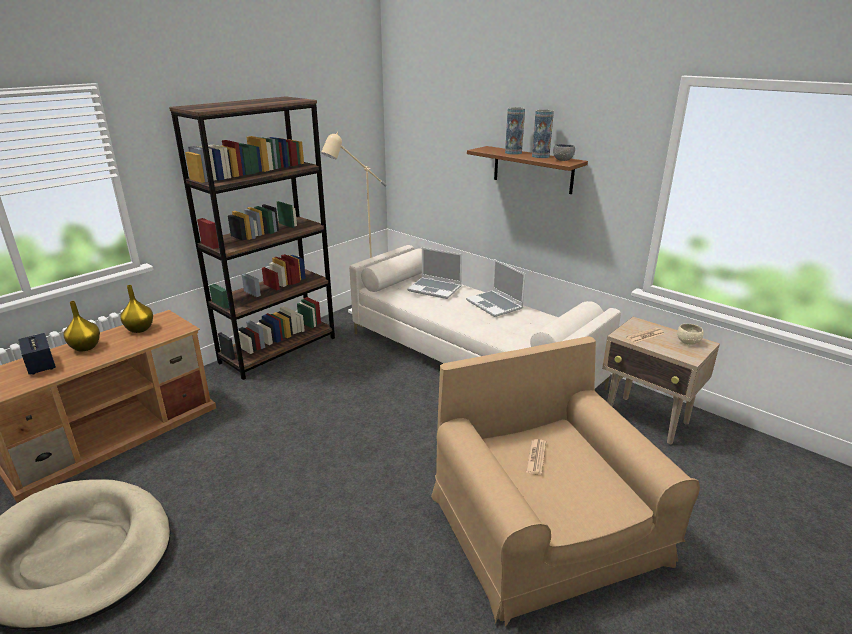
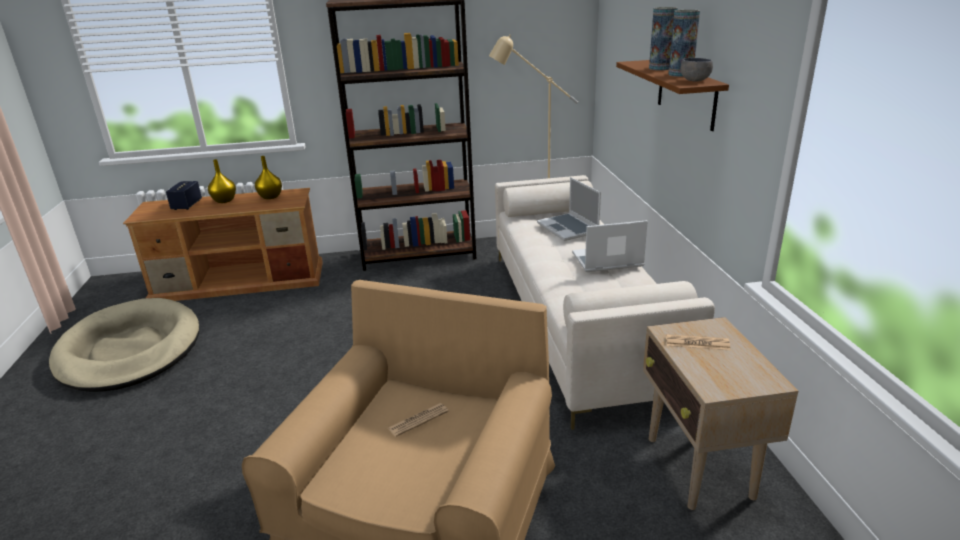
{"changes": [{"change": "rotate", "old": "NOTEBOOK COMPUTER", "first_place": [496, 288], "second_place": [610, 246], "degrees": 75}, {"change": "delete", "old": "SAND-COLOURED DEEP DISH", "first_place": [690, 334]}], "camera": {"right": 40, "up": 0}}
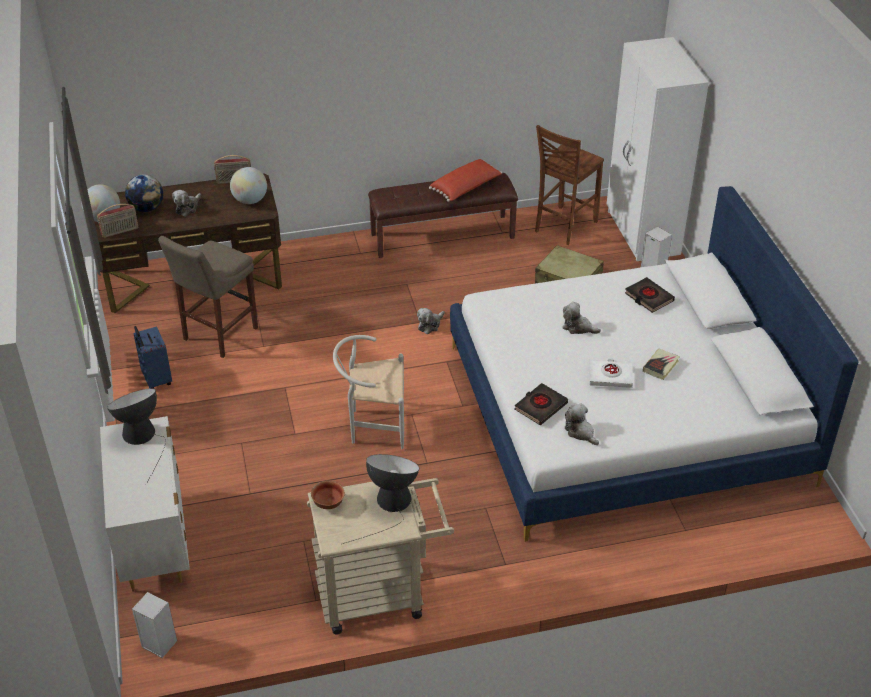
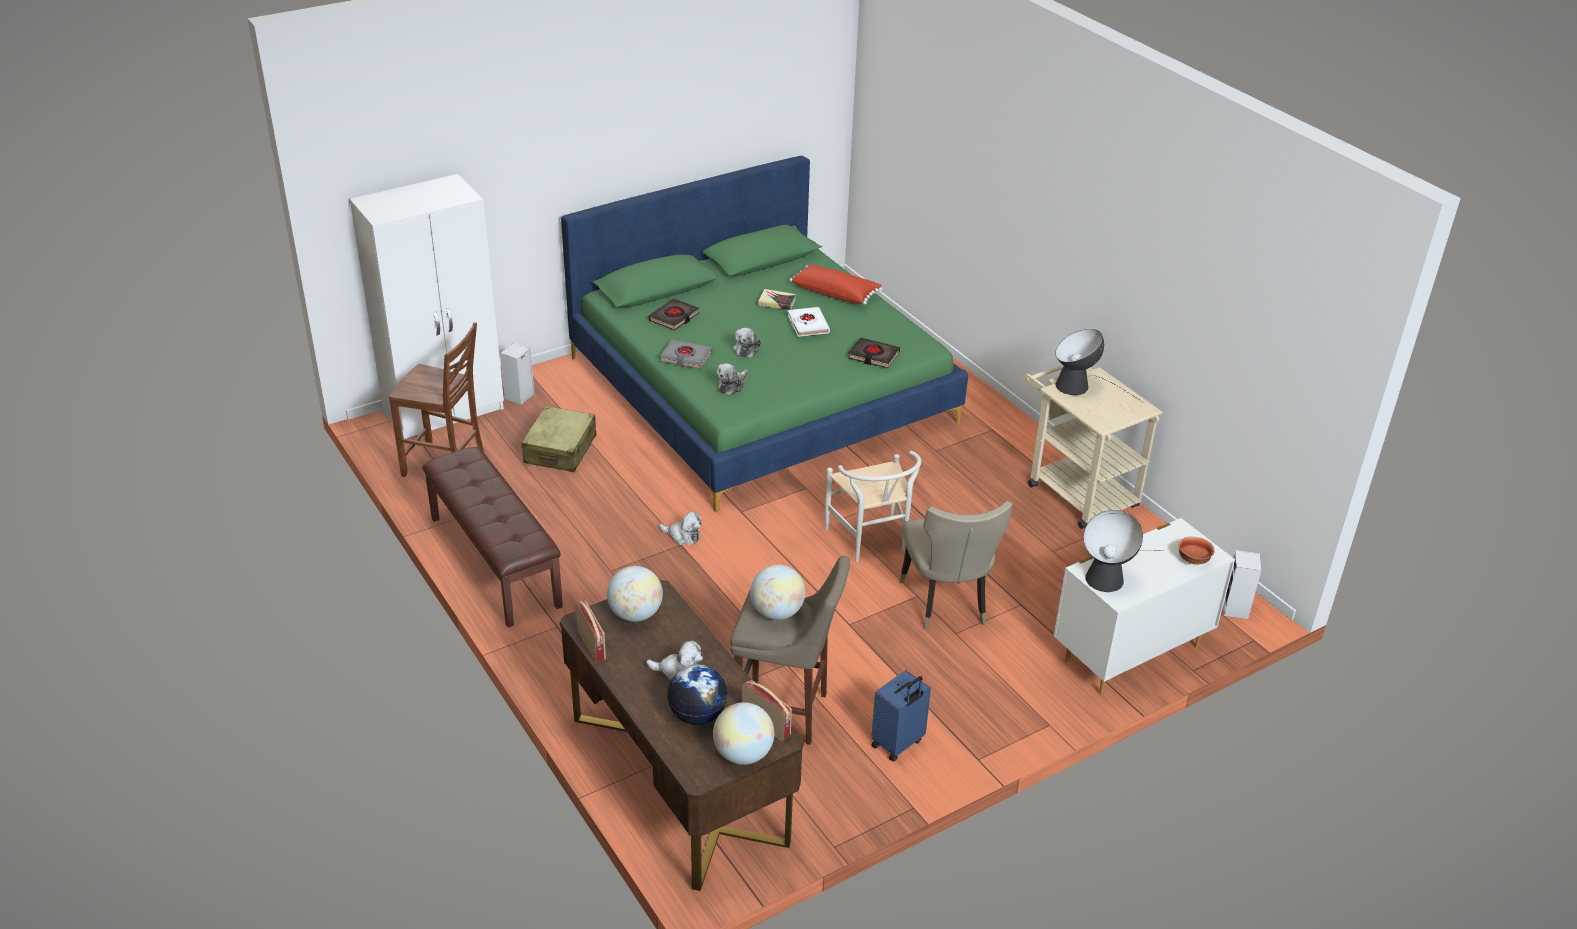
{"changes": [{"change": "move", "old": "DEEP DISH", "first_place": [328, 494], "second_place": [1196, 550]}, {"change": "move", "old": "RED-COLOURED THROW PILLOW", "first_place": [465, 180], "second_place": [835, 284]}, {"change": "recolor", "old": "WHITISH SLEEPING BED", "new": "GREENISH SLEEPING BED", "first_place": [654, 364], "second_place": [764, 334]}, {"change": "move", "old": "PLUSH TOY", "first_place": [582, 424], "second_place": [732, 379]}, {"change": "insert", "new": "GRAY BOUND BOOK", "second_place": [686, 354]}, {"change": "insert", "new": "WORLD GLOBE", "second_place": [777, 592]}, {"change": "insert", "new": "SAND-COLOURED PLAIN CHAIR", "second_place": [955, 565]}], "camera": {"right": -110, "up": -5}}
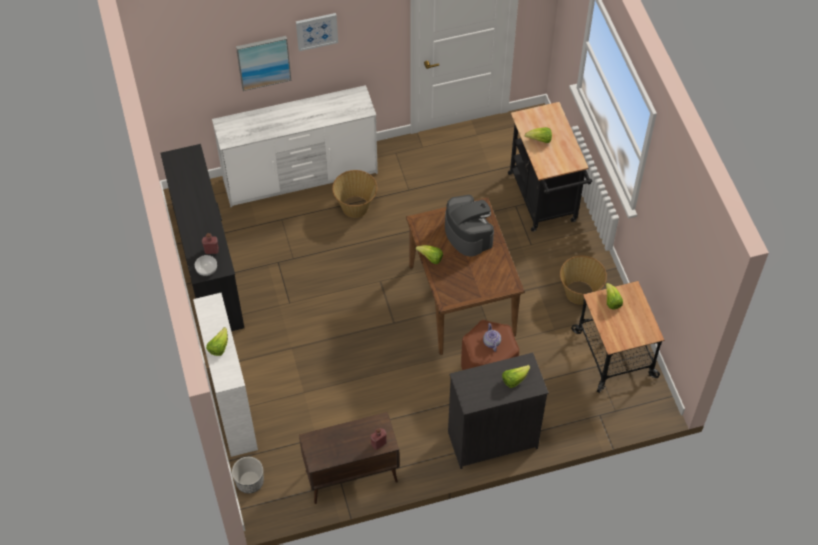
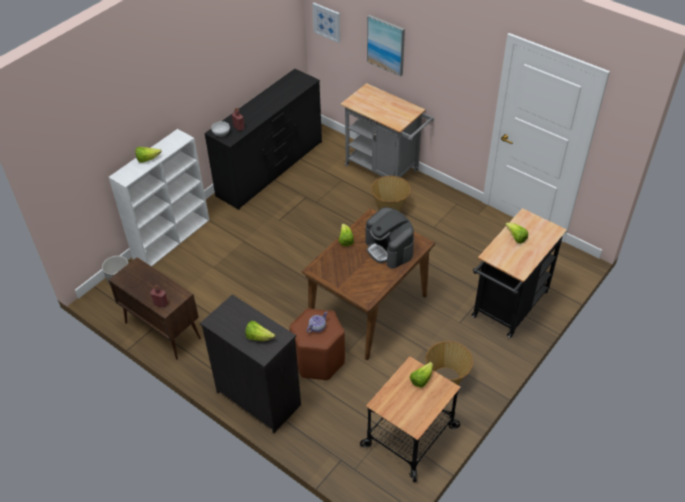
{"changes": [{"change": "replace", "old": "WHITISH DRAWER CHEST", "new": "GRAY WHEELED CART", "first_place": [295, 146], "second_place": [387, 130]}, {"change": "move", "old": "PICTURE", "first_place": [317, 32], "second_place": [326, 23]}, {"change": "rotate", "old": "COFFEE MACHINE", "first_place": [469, 225], "second_place": [389, 238], "degrees": 120}], "camera": {"right": 55, "up": -10}}
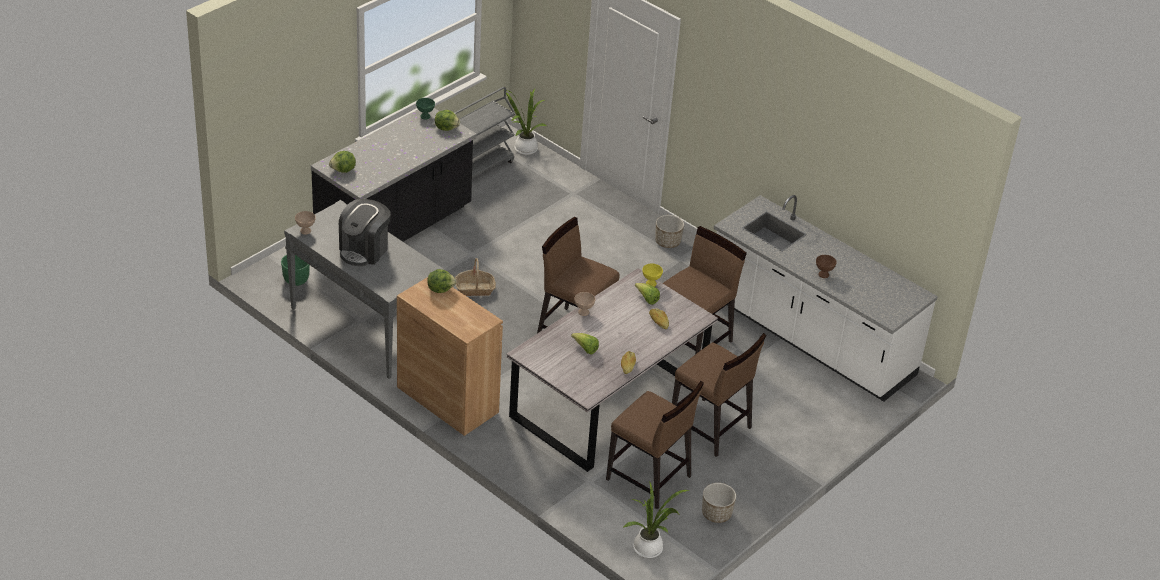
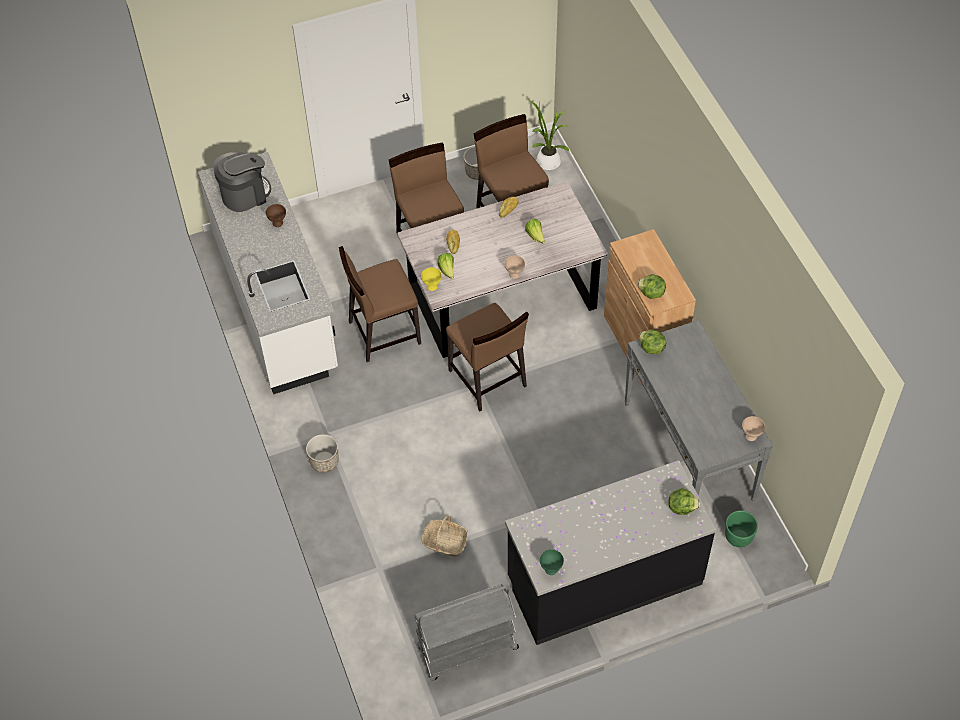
{"changes": [{"change": "move", "old": "COFFEE MACHINE", "first_place": [365, 232], "second_place": [242, 182]}, {"change": "move", "old": "HEAD OF LETTUCE", "first_place": [447, 120], "second_place": [652, 342]}, {"change": "move", "old": "BASKET", "first_place": [475, 277], "second_place": [444, 536]}, {"change": "delete", "old": "POTTED PLANT", "first_place": [526, 122]}], "camera": {"right": -150, "up": 15}}
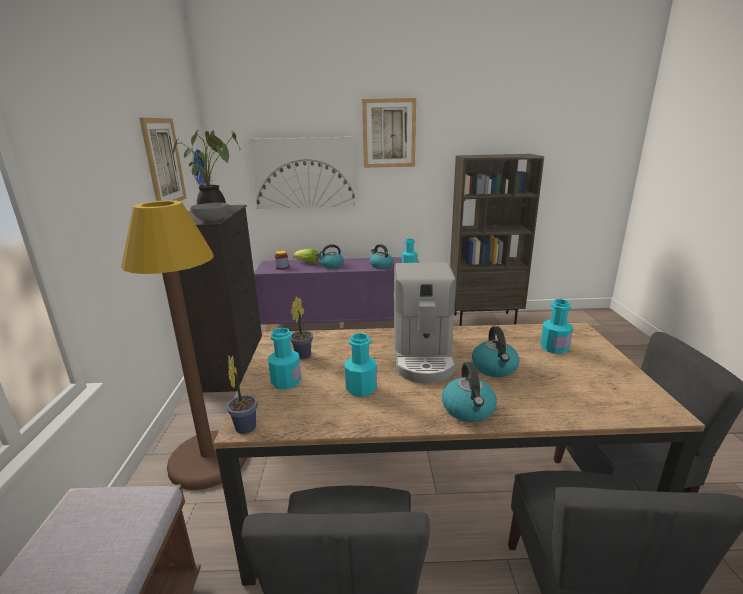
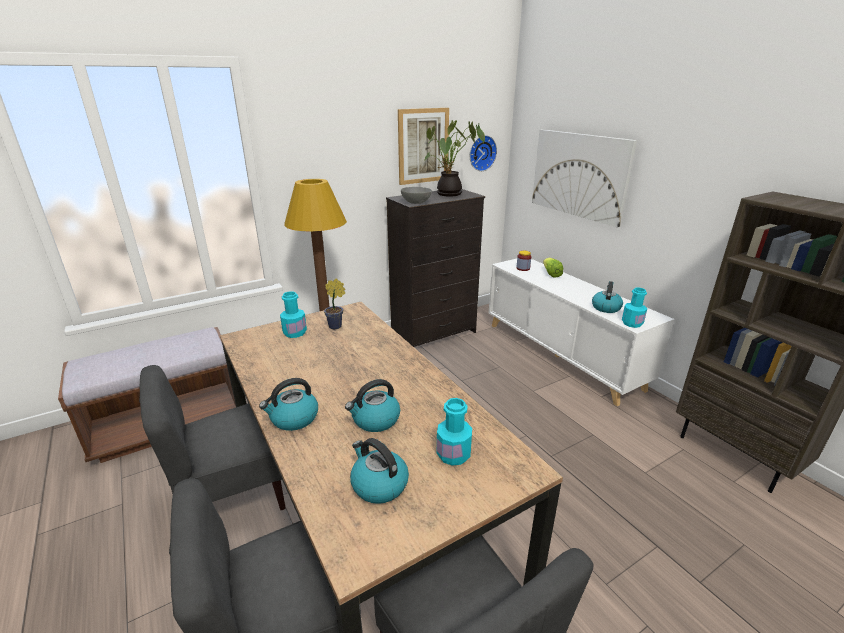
{"changes": [{"change": "delete", "old": "POTTED PLANT", "first_place": [242, 394]}, {"change": "recolor", "old": "PURPLE-COLOURED CUPBOARD", "new": "WHITISH CUPBOARD", "first_place": [336, 294], "second_place": [581, 332]}, {"change": "move", "old": "KETTLE", "first_place": [330, 256], "second_place": [379, 471]}, {"change": "delete", "old": "BLUE-GREEN DRINK BOTTLE", "first_place": [361, 365]}, {"change": "delete", "old": "PICTURE", "first_place": [389, 133]}, {"change": "delete", "old": "COFFEE MACHINE", "first_place": [425, 323]}], "camera": {"right": 60, "up": 5}}
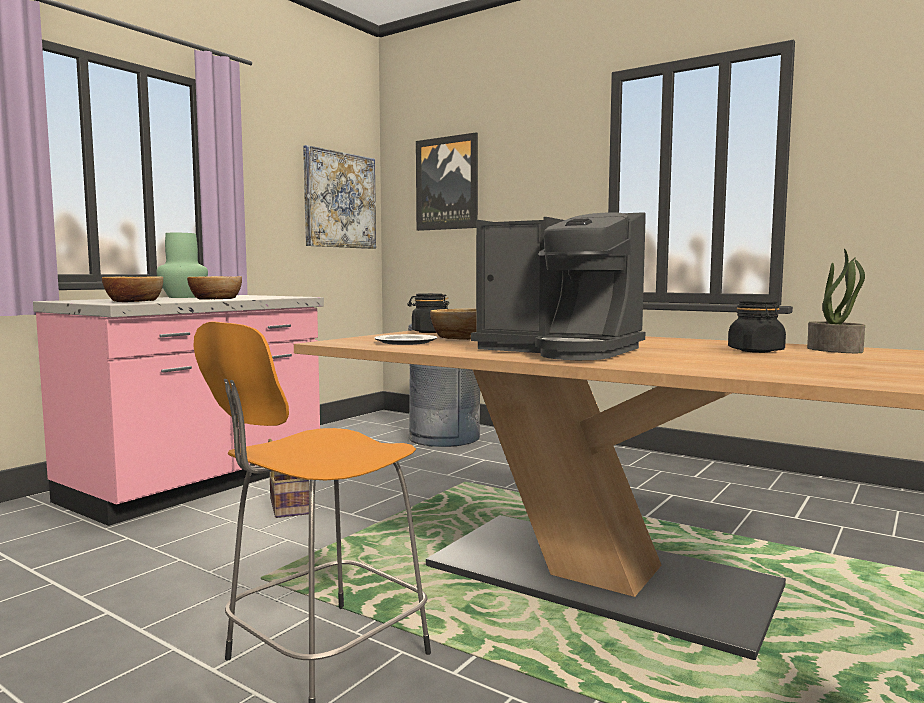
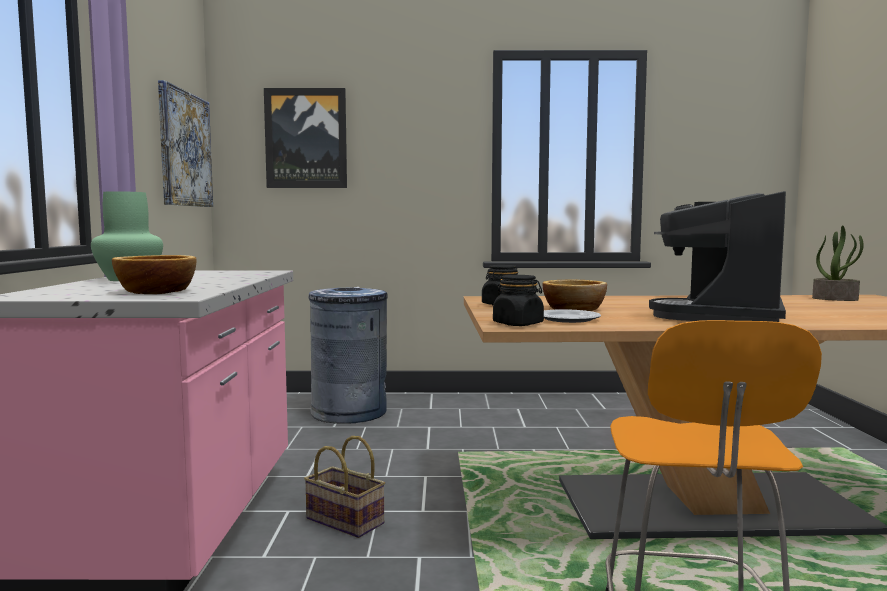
{"changes": [{"change": "delete", "old": "DEEP DISH", "first_place": [214, 288]}, {"change": "rotate", "old": "COFFEE MACHINE", "first_place": [558, 286], "second_place": [717, 256], "degrees": 120}, {"change": "move", "old": "BLACK-COLOURED PRESERVE JAR", "first_place": [757, 326], "second_place": [518, 300]}], "camera": {"right": -35, "up": 0}}
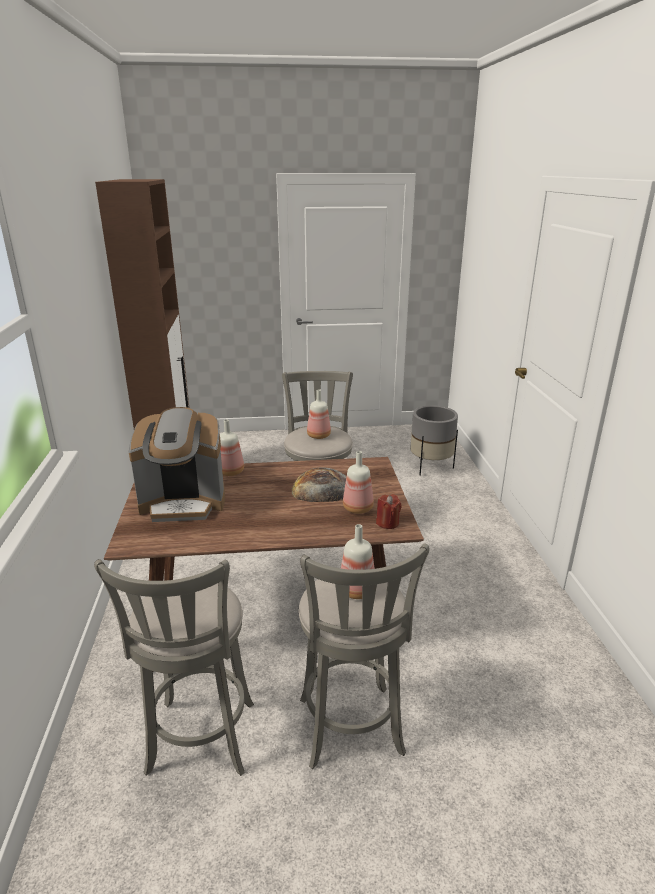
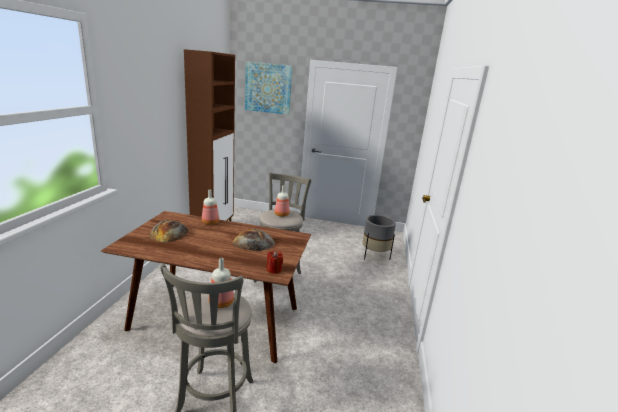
{"changes": [{"change": "delete", "old": "GRAY STOOL", "first_place": [174, 667]}, {"change": "replace", "old": "COFFEE MACHINE", "new": "BAKERY BREAD", "first_place": [177, 464], "second_place": [169, 231]}, {"change": "delete", "old": "DRINK BOTTLE", "first_place": [358, 482]}, {"change": "insert", "new": "PICTURE", "second_place": [268, 88]}], "camera": {"right": 15, "up": -5}}
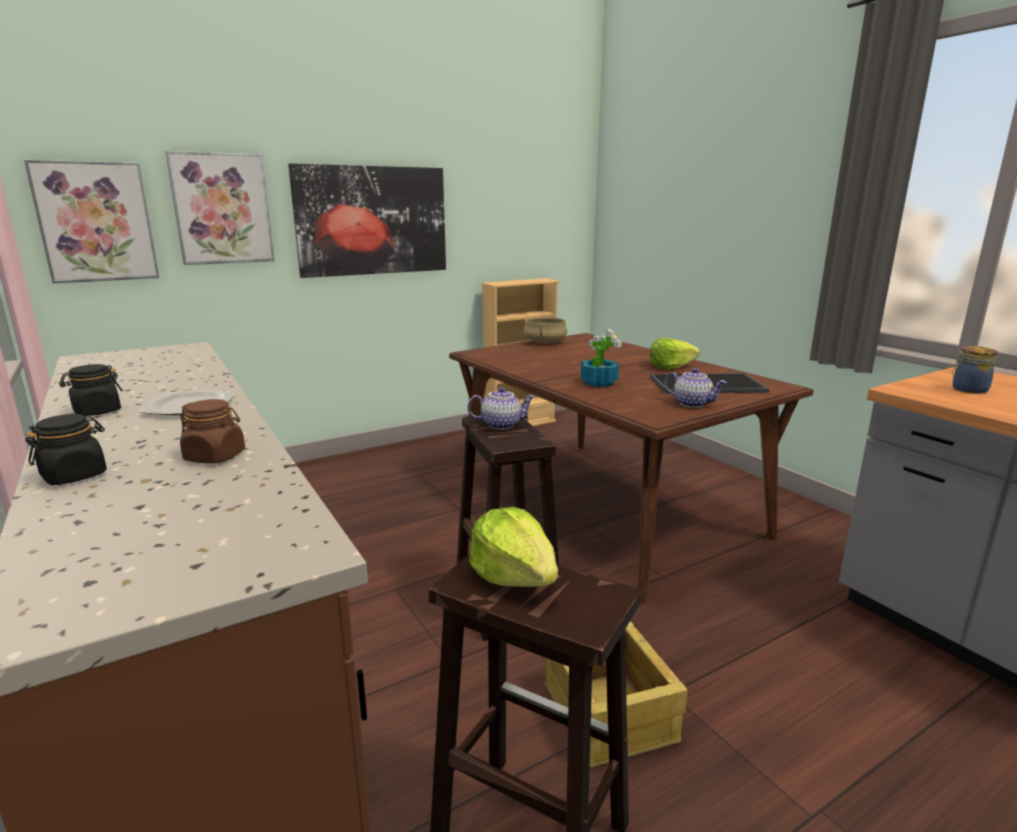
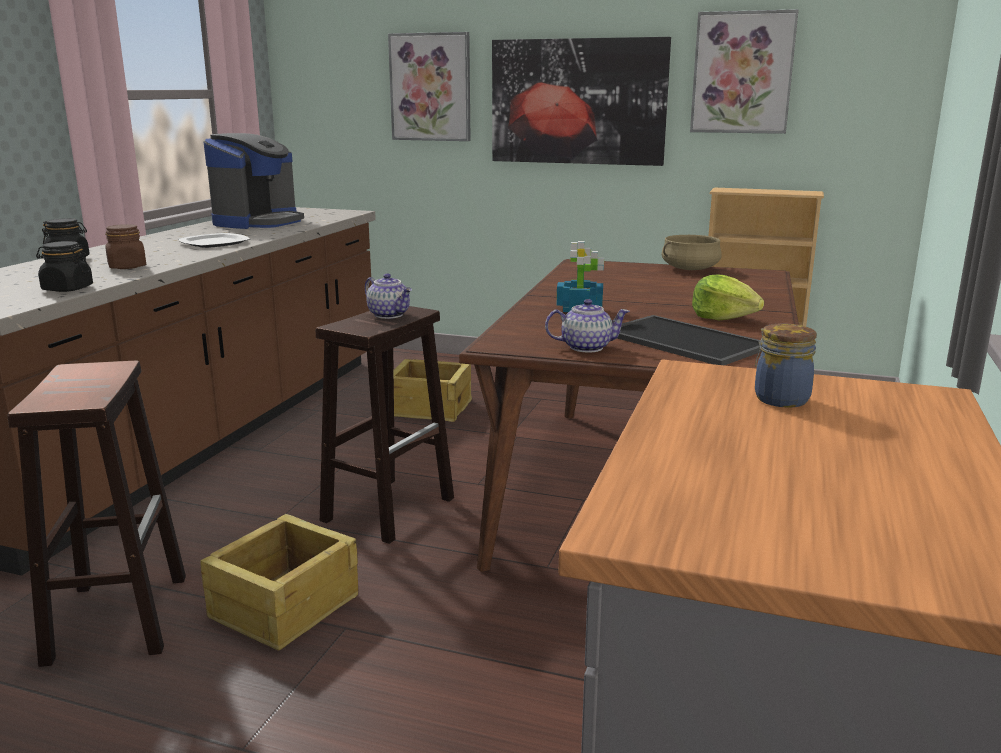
{"changes": [{"change": "move", "old": "PICTURE", "first_place": [91, 222], "second_place": [744, 71]}, {"change": "move", "old": "BLACK-COLOURED PRESERVE JAR", "first_place": [91, 390], "second_place": [64, 266]}, {"change": "delete", "old": "HEAD OF LETTUCE", "first_place": [513, 547]}, {"change": "rotate", "old": "POT FOR TEA", "first_place": [695, 388], "second_place": [587, 326], "degrees": -90}, {"change": "insert", "new": "COFFEE MACHINE", "second_place": [254, 181]}, {"change": "insert", "new": "CRATE", "second_place": [433, 390]}], "camera": {"right": 50, "up": 0}}
